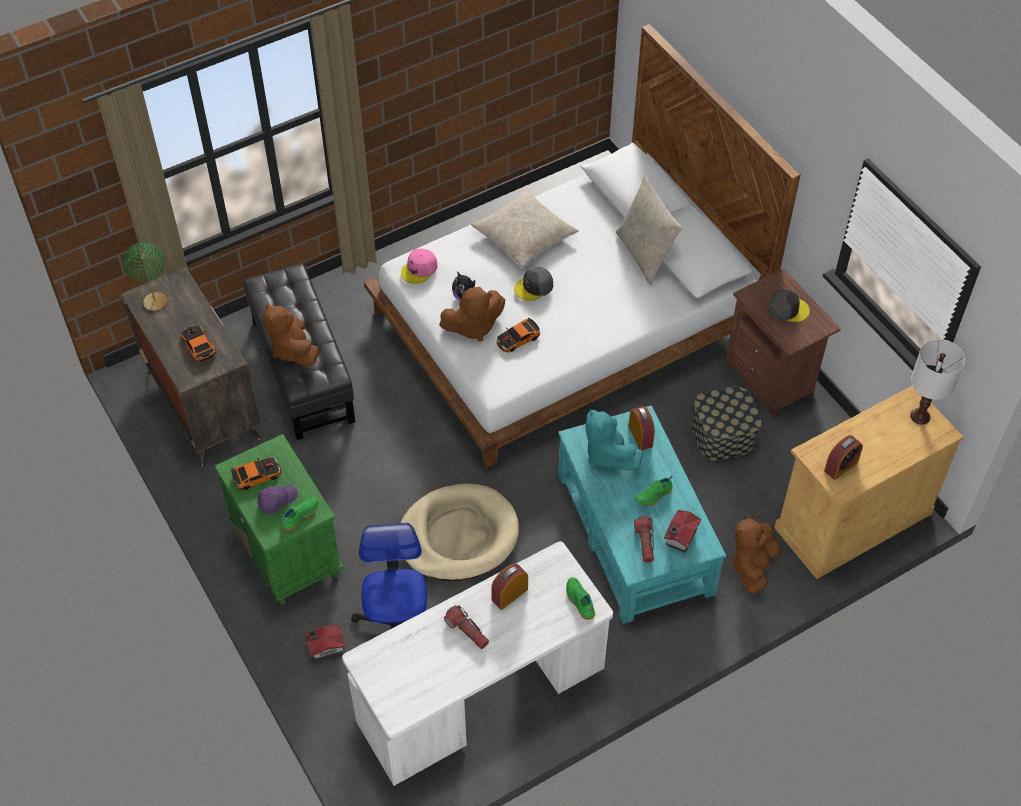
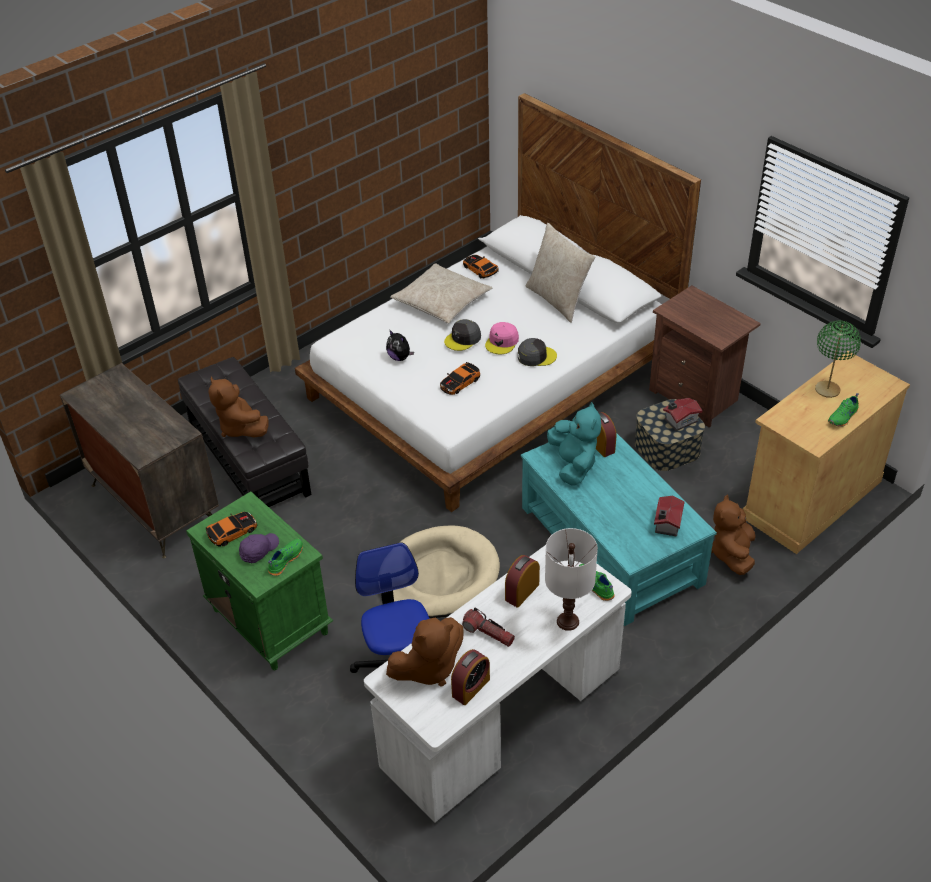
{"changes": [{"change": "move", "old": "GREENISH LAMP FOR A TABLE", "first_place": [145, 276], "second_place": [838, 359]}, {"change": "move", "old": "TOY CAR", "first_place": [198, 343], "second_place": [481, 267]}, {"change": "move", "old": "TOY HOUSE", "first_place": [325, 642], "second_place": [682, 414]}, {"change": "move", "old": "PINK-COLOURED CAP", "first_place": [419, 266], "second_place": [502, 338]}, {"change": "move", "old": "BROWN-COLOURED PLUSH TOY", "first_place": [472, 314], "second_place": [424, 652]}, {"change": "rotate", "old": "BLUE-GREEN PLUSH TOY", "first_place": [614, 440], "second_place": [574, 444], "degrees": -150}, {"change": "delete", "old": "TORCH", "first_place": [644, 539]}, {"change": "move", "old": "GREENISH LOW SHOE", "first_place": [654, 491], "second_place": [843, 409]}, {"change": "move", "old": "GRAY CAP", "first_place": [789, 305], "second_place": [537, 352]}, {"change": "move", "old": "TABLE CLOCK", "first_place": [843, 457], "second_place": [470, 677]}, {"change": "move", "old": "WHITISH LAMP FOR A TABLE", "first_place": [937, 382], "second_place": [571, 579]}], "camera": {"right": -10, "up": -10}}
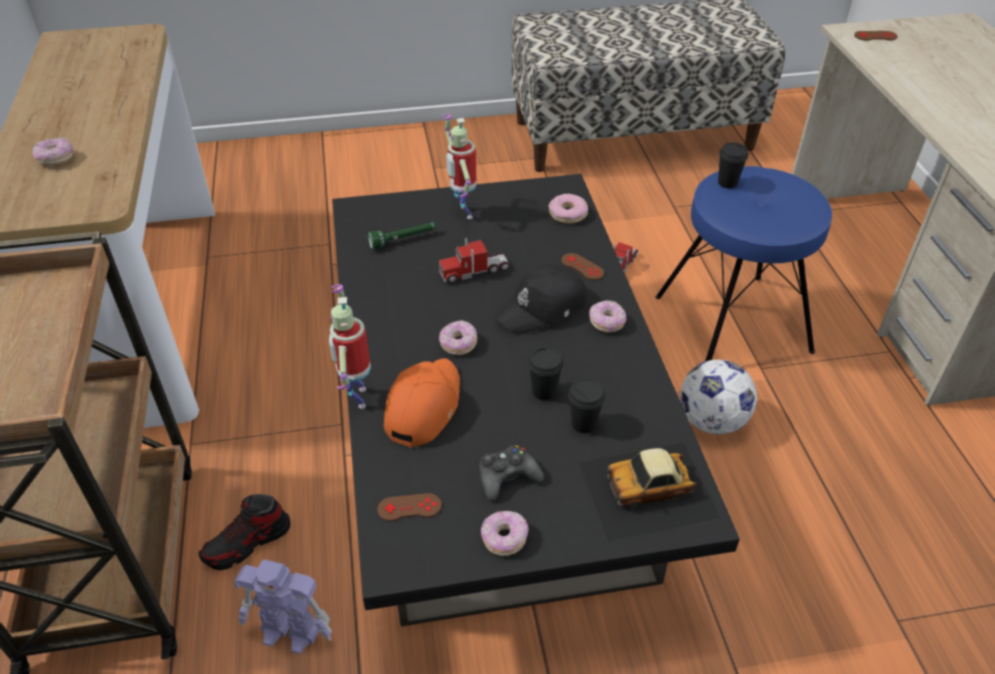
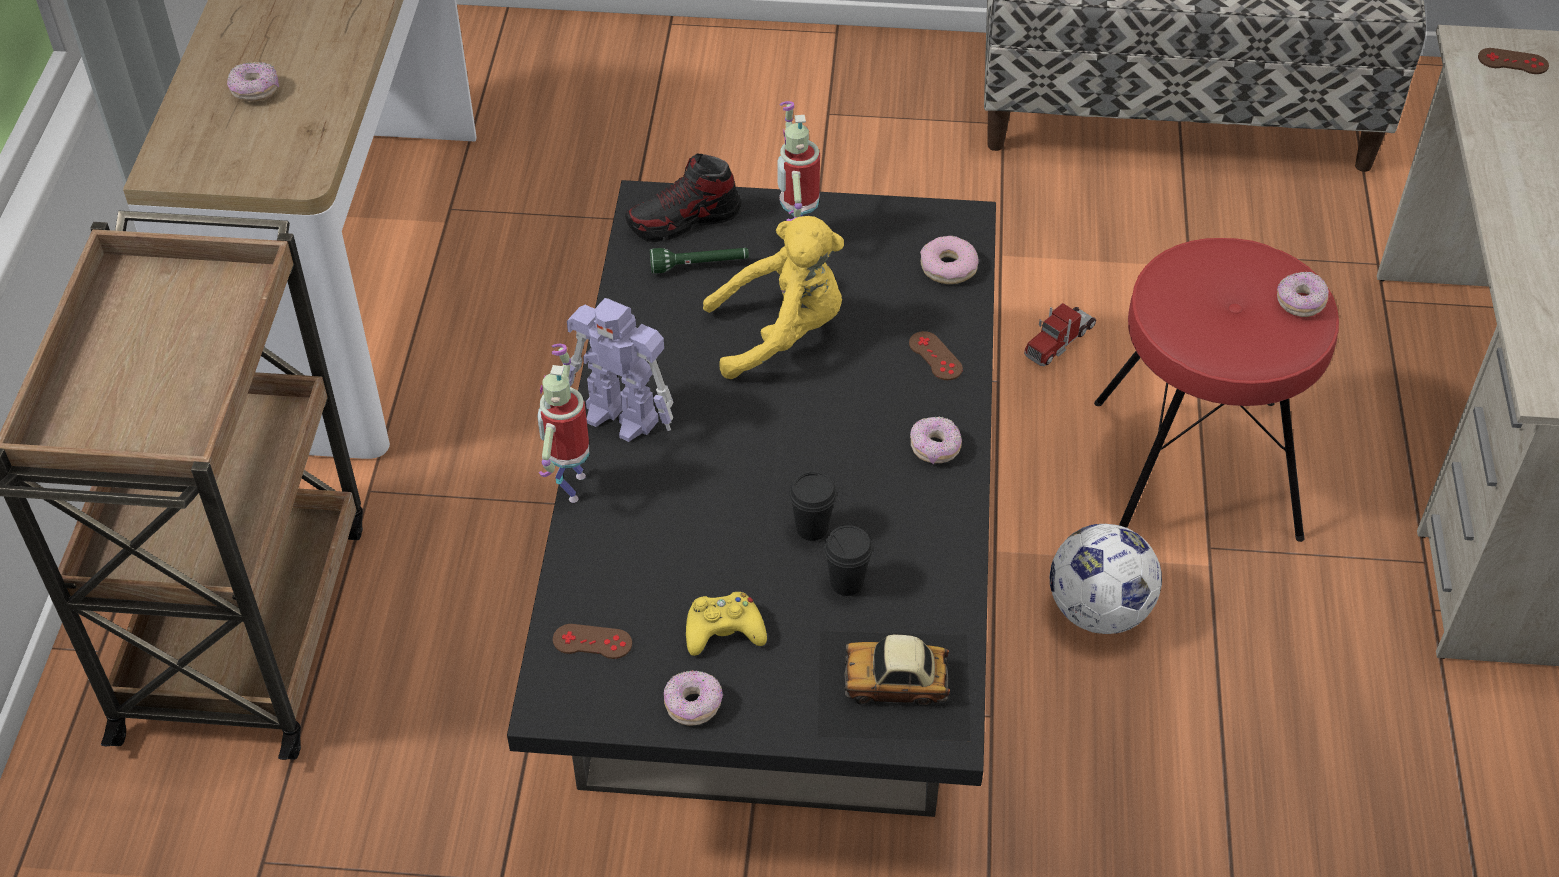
{"changes": [{"change": "move", "old": "LOW SHOE", "first_place": [244, 532], "second_place": [683, 198]}, {"change": "move", "old": "ROBOT FIGURE", "first_place": [283, 606], "second_place": [620, 370]}, {"change": "delete", "old": "ORANGE CAP", "first_place": [422, 403]}, {"change": "replace", "old": "TOY TRUCK", "new": "YELLOWISH PLUSH TOY", "first_place": [474, 260], "second_place": [773, 297]}, {"change": "move", "old": "DONUT", "first_place": [458, 337], "second_place": [1303, 294]}, {"change": "recolor", "old": "BLACK-COLOURED GAMEPAD", "new": "YELLOWISH GAMEPAD", "first_place": [511, 473], "second_place": [726, 624]}, {"change": "delete", "old": "BLACK-COLOURED CAP", "first_place": [540, 299]}, {"change": "recolor", "old": "BLUE STOOL", "new": "RED-COLOURED STOOL", "first_place": [743, 264], "second_place": [1216, 390]}, {"change": "delete", "old": "BLACK-COLOURED DRINKING CUP", "first_place": [733, 165]}], "camera": {"right": 15, "up": 5}}
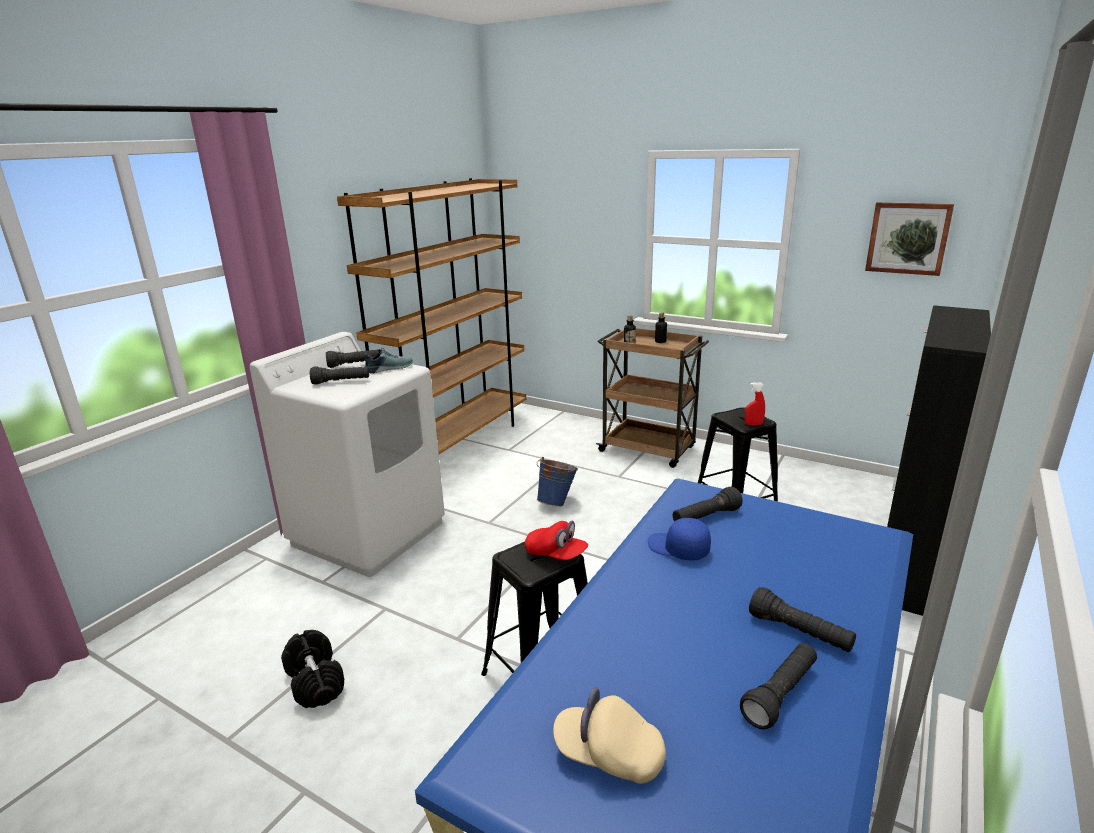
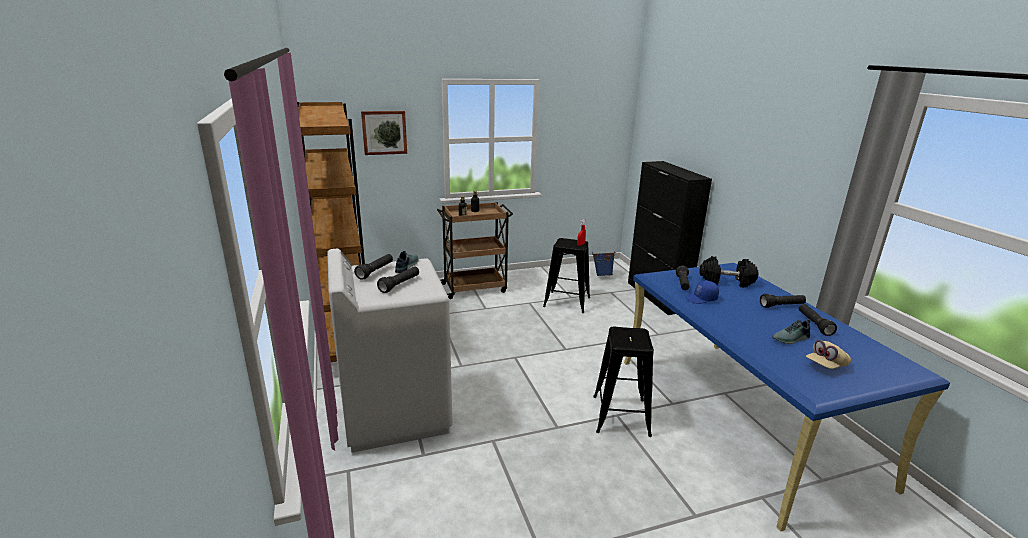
{"changes": [{"change": "move", "old": "BLACK-COLOURED DUMBBELL", "first_place": [312, 669], "second_place": [728, 272]}, {"change": "delete", "old": "RED-COLOURED CAP", "first_place": [556, 540]}, {"change": "move", "old": "BLUE PAIL", "first_place": [557, 482], "second_place": [604, 263]}, {"change": "move", "old": "PICTURE", "first_place": [909, 239], "second_place": [384, 133]}, {"change": "insert", "new": "LOW SHOE", "second_place": [791, 331]}], "camera": {"right": -50, "up": 0}}
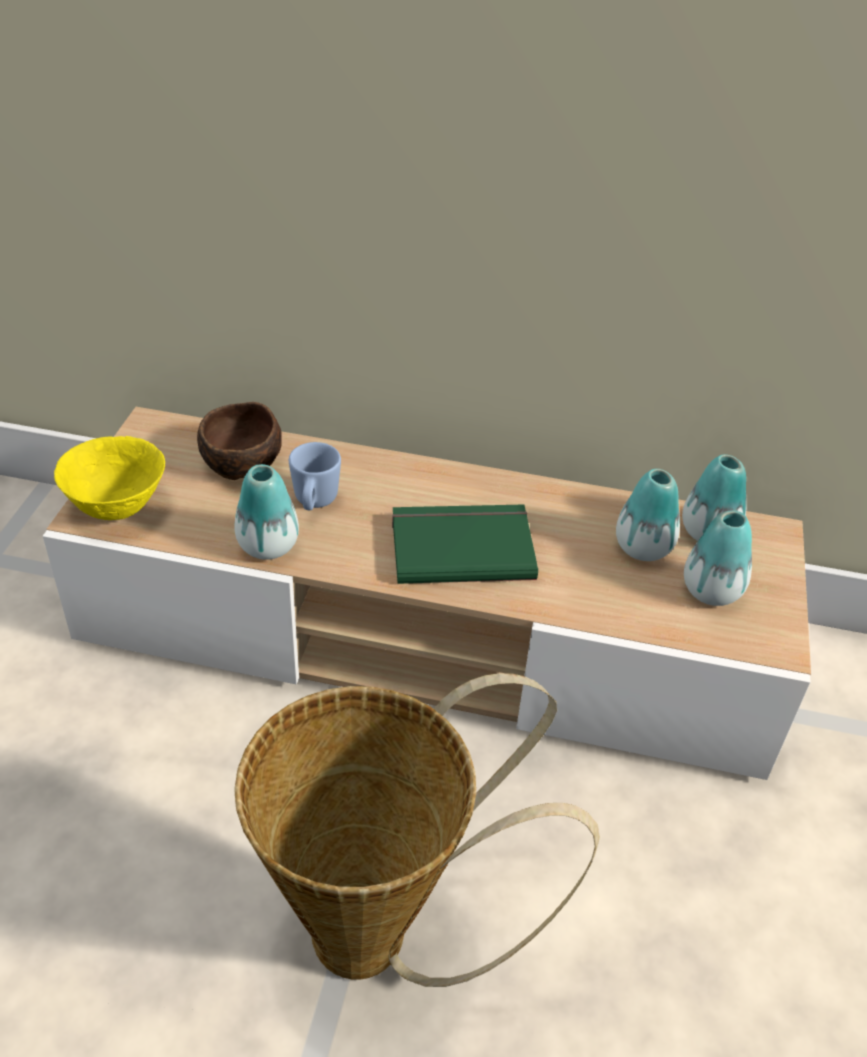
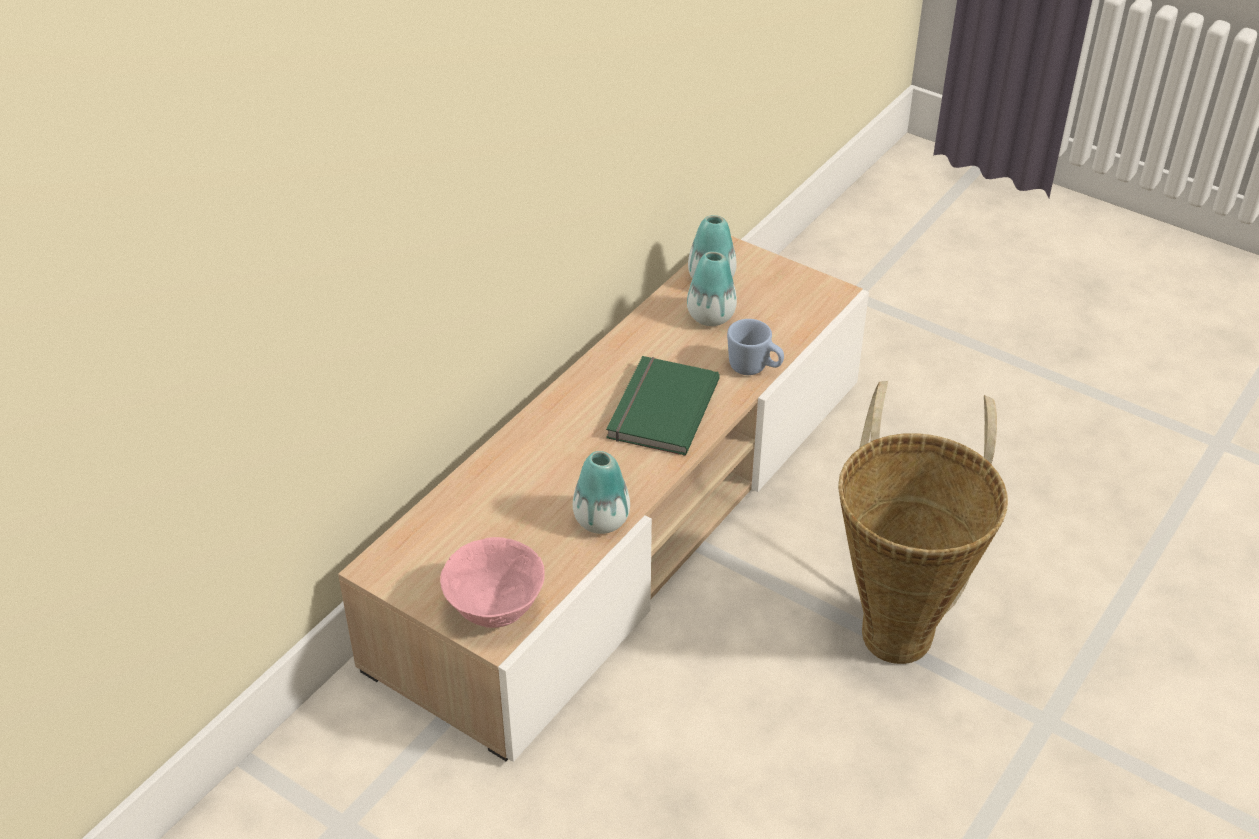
{"changes": [{"change": "recolor", "old": "YELLOWISH DEEP DISH", "new": "PINK-COLOURED DEEP DISH", "first_place": [109, 478], "second_place": [492, 582]}, {"change": "delete", "old": "BROWN-COLOURED DEEP DISH", "first_place": [239, 441]}, {"change": "move", "old": "BLUE MUG", "first_place": [315, 476], "second_place": [755, 347]}, {"change": "delete", "old": "FLOWER VASE", "first_place": [718, 558]}], "camera": {"right": -65, "up": 0}}
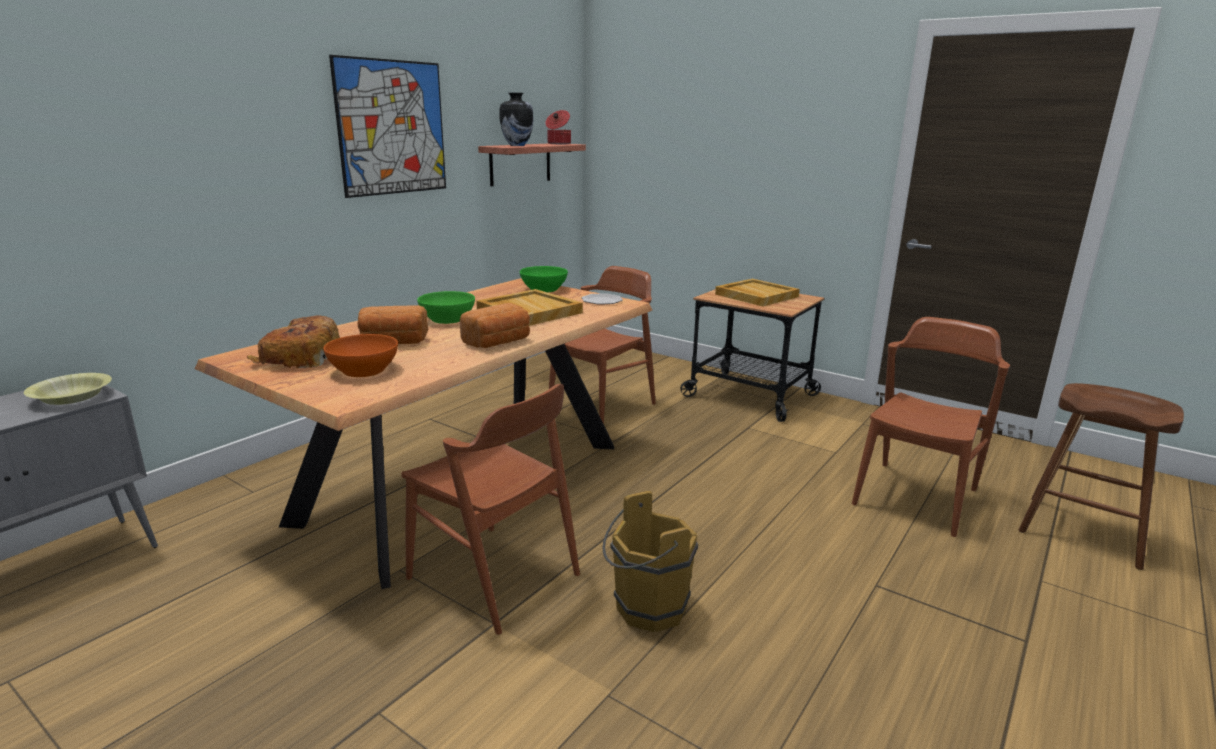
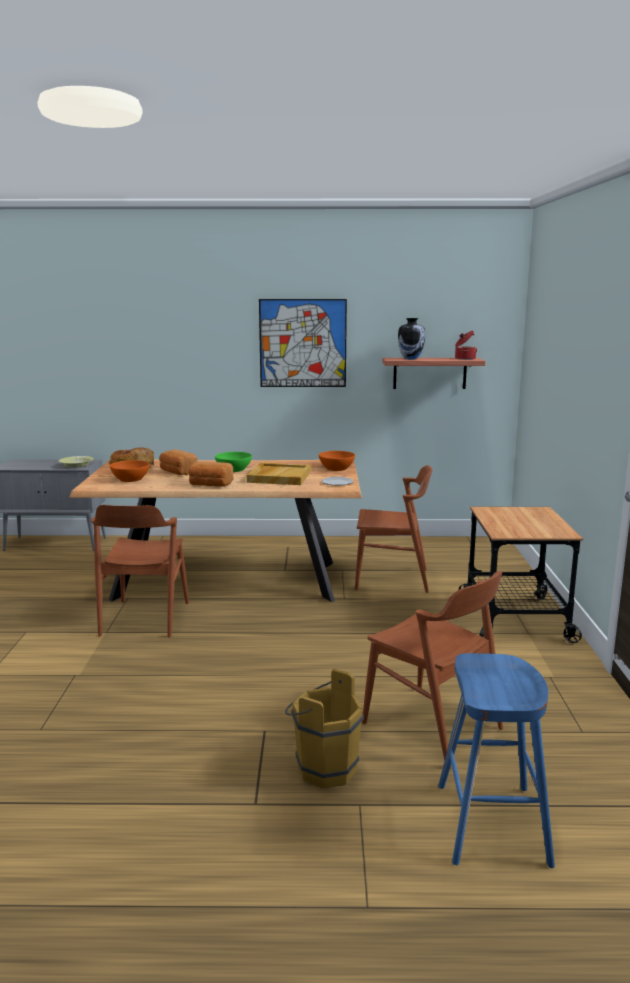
{"changes": [{"change": "recolor", "old": "GREENISH DEEP DISH", "new": "ORANGE DEEP DISH", "first_place": [544, 279], "second_place": [337, 461]}, {"change": "move", "old": "BROWN-COLOURED PAIL", "first_place": [650, 561], "second_place": [324, 728]}, {"change": "delete", "old": "SAND-COLOURED SERVING TRAY", "first_place": [757, 292]}, {"change": "rotate", "old": "BROWN-COLOURED PLAIN CHAIR", "first_place": [931, 427], "second_place": [432, 670], "degrees": 45}, {"change": "recolor", "old": "BROWN-COLOURED STOOL", "new": "BLUE STOOL", "first_place": [1101, 476], "second_place": [496, 760]}], "camera": {"right": 55, "up": -5}}
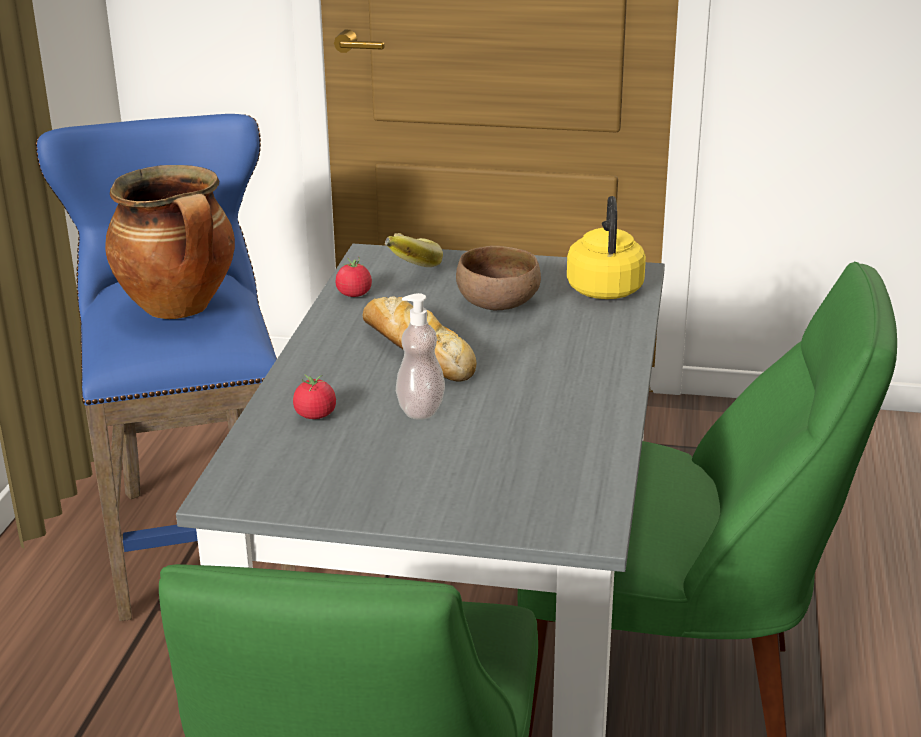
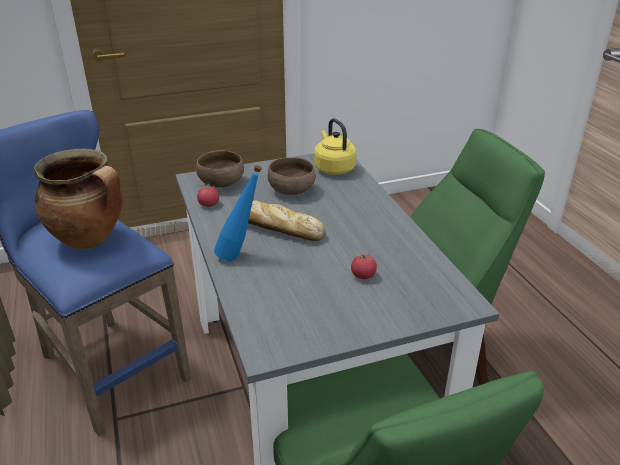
{"changes": [{"change": "move", "old": "FRESH TOMATO", "first_place": [314, 396], "second_place": [364, 265]}, {"change": "replace", "old": "BANANA", "new": "BROWN-COLOURED DEEP DISH", "first_place": [414, 250], "second_place": [220, 169]}, {"change": "delete", "old": "SOAP DISPENSER", "first_place": [420, 356]}, {"change": "insert", "new": "BLUE DRINK BOTTLE", "second_place": [238, 213]}], "camera": {"right": -30, "up": 5}}
